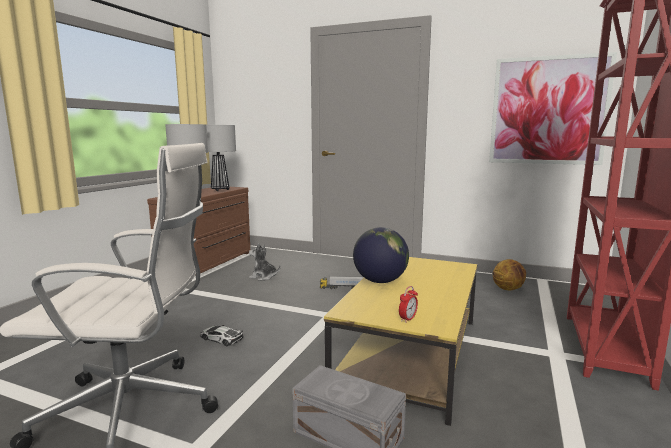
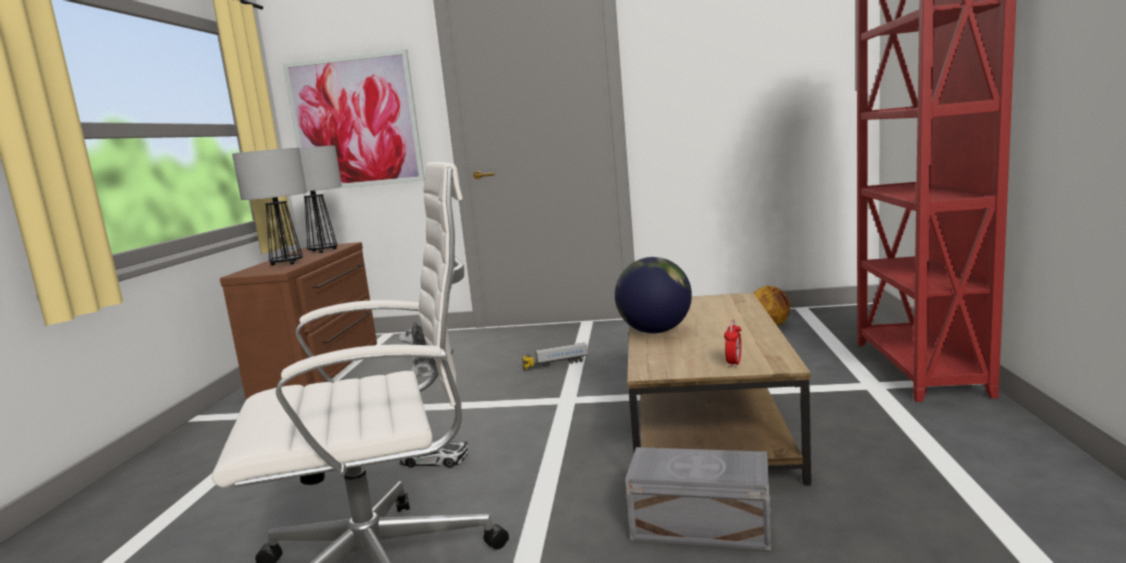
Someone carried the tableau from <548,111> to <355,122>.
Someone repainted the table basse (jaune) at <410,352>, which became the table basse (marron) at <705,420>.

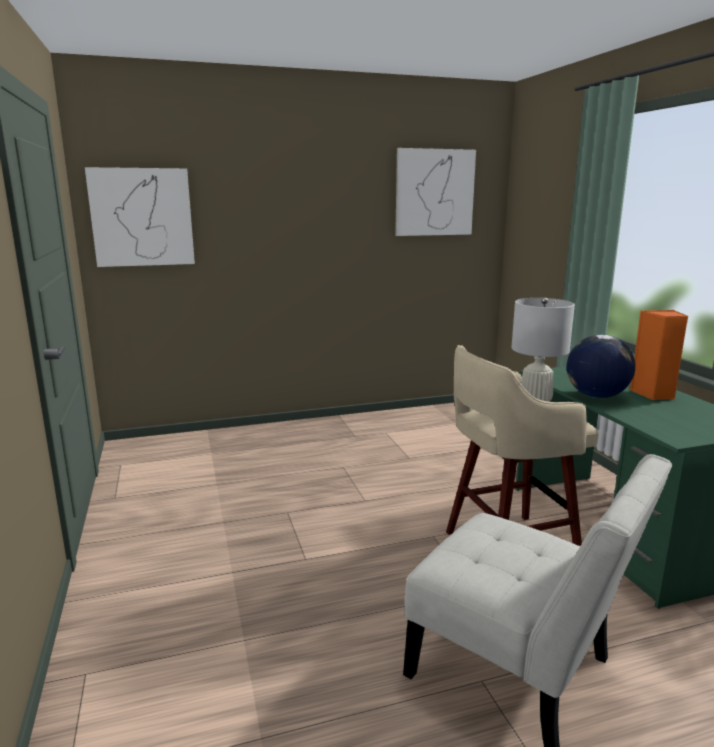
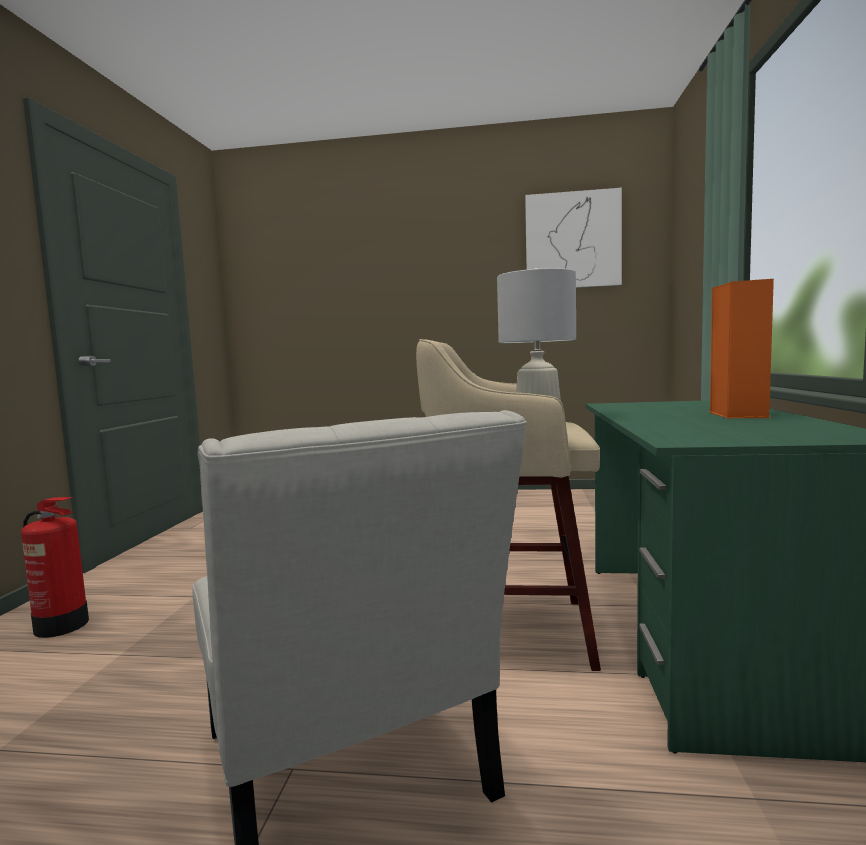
Someone put down the extincteur at <62,626>.
Someone took away the tableau at <142,217>.
Someone took away the globe at <596,396>.

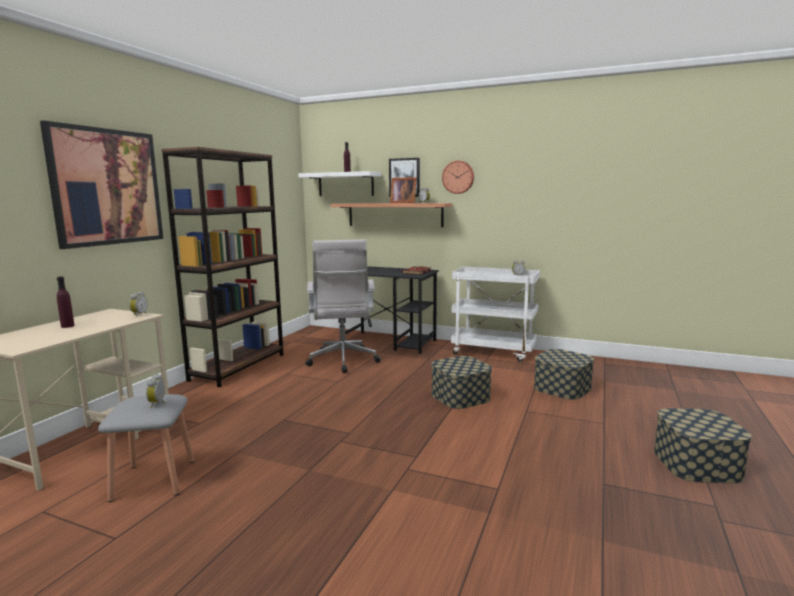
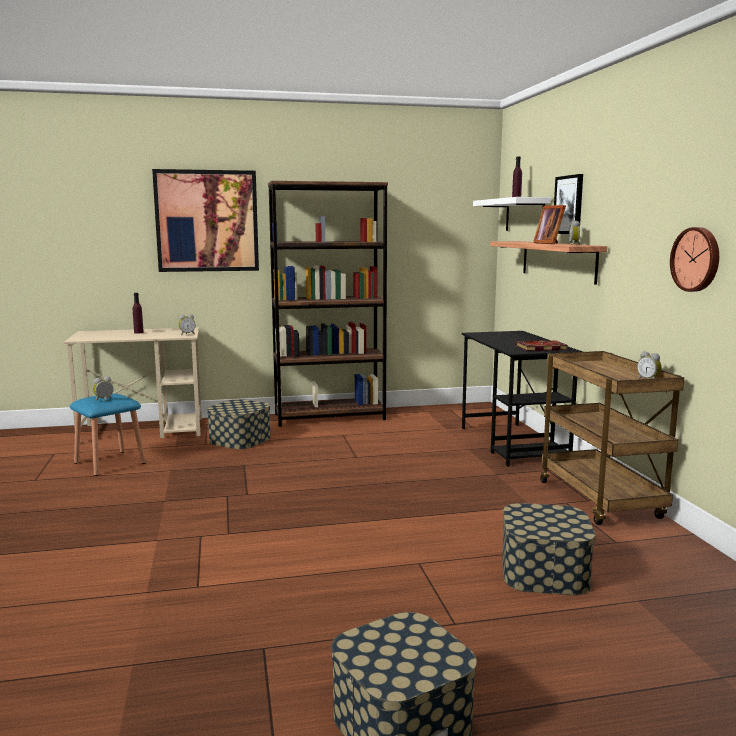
Someone repainted the tabouret (gris) at <154,480>, which became the tabouret (bleu) at <110,463>.
Someone carried the boîte de rangement from <460,396> to <240,439>.
Someone repainted the chariot (blanc) at <494,352>, which became the chariot (marron) at <601,501>.
Someone carried the horloge murale from <458,177> to <697,259>.
Someone took away the chaise de bureau (blanc) at <343,362>.

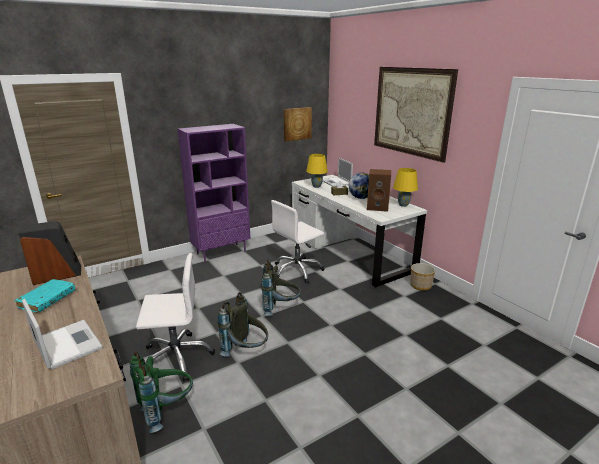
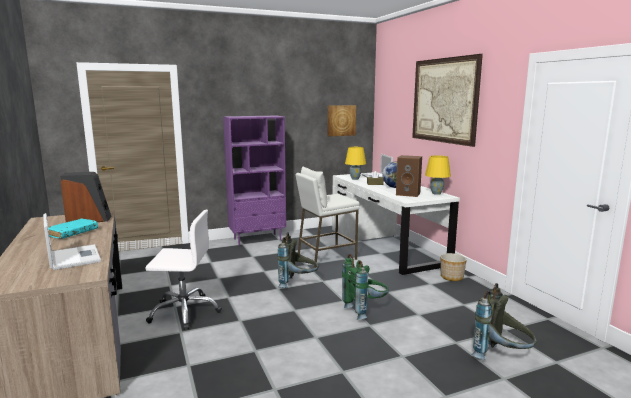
Someone swapped the chaise de bureau (blanc) at <297,270> for the tabouret (blanc) at <326,257>.
Someone carried the sac à dos (vert) from <167,410> to <365,310>.
Someone carried the sac à dos (gris) from <246,352> to <502,357>.

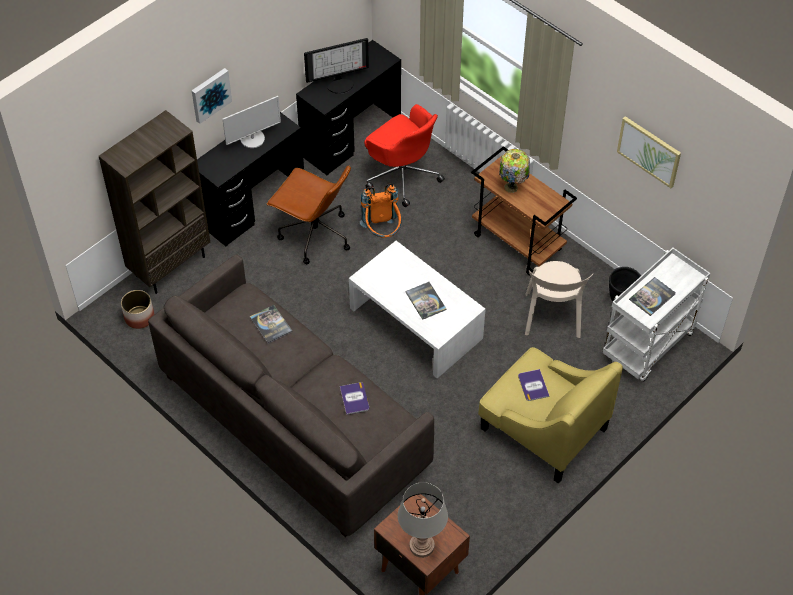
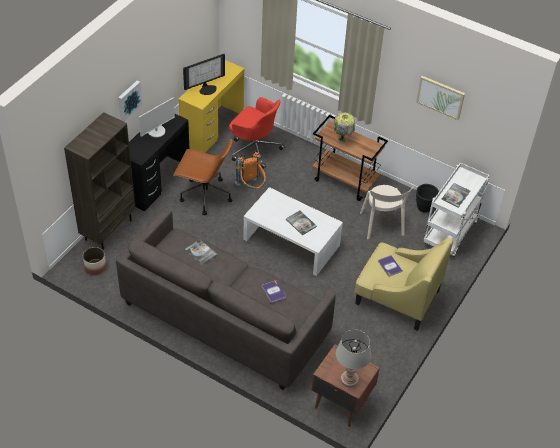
Someone repainted the bureau (noir) at <351,138>, which became the bureau (jaune) at <212,129>.

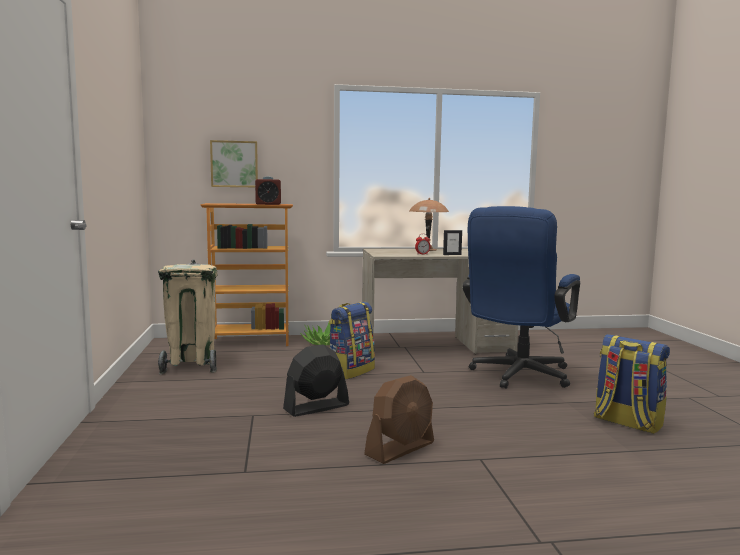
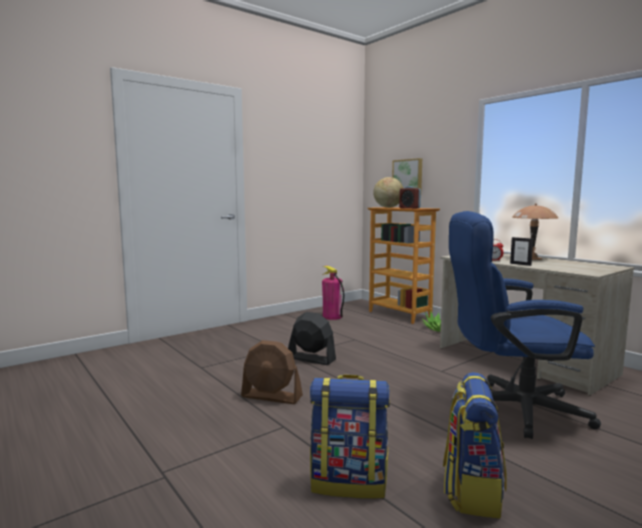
Someone carried the sac à dos from <350,371> to <349,482>.
Someone swapped the poubelle (beige) at <191,365> for the extincteur at <332,317>.
Someone put down the globe at <388,207>.

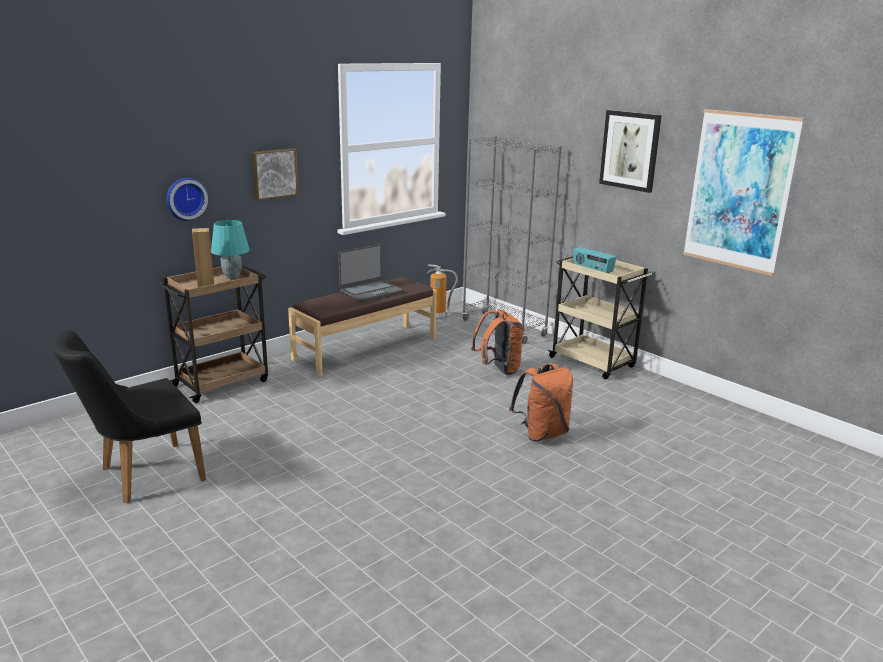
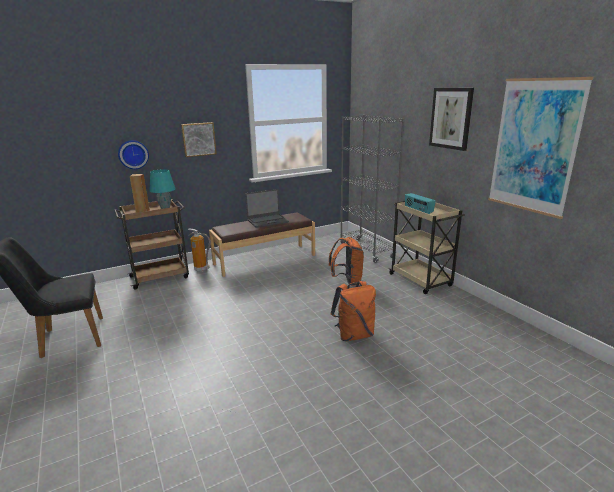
Someone carried the extincteur from <438,316> to <201,269>.

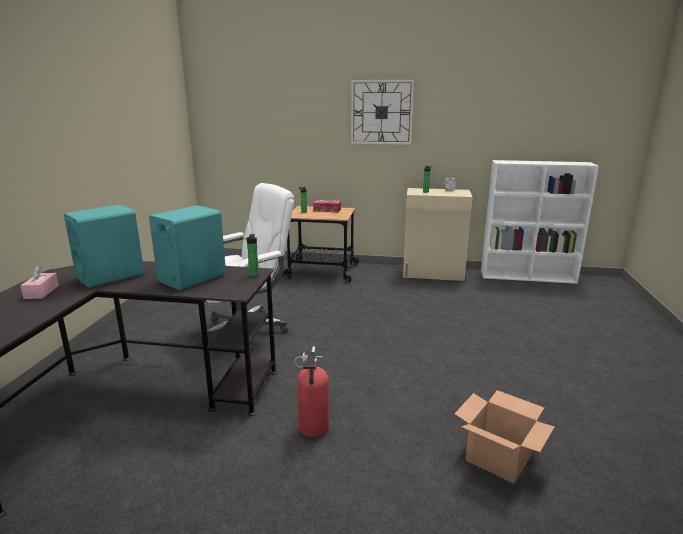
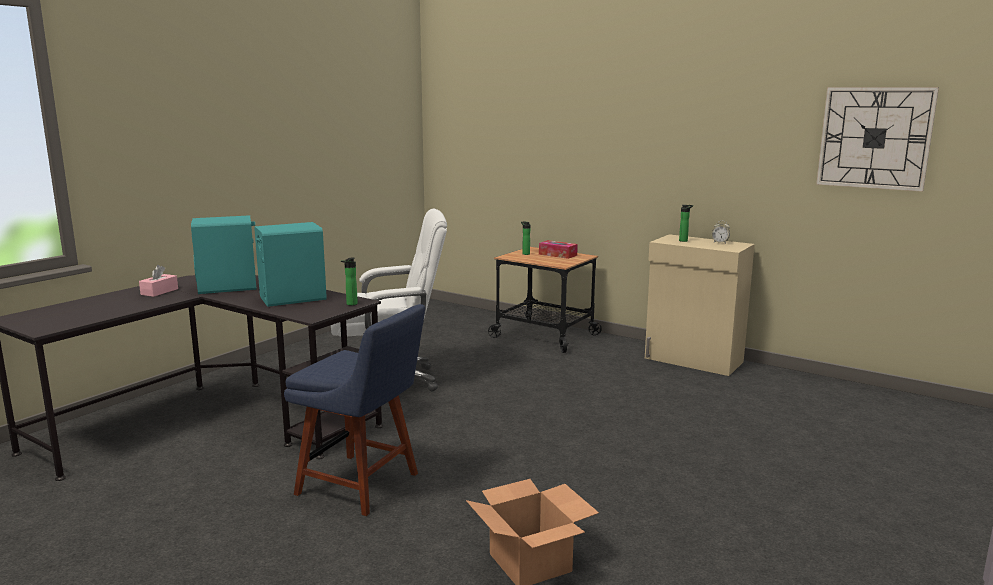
Someone swapped the extincteur at <313,429> for the chaise (bleu) at <363,485>.
Someone carried the horloge murale from <381,112> to <874,138>.
Someone took away the bibliothèque (blanc) at <528,276>.

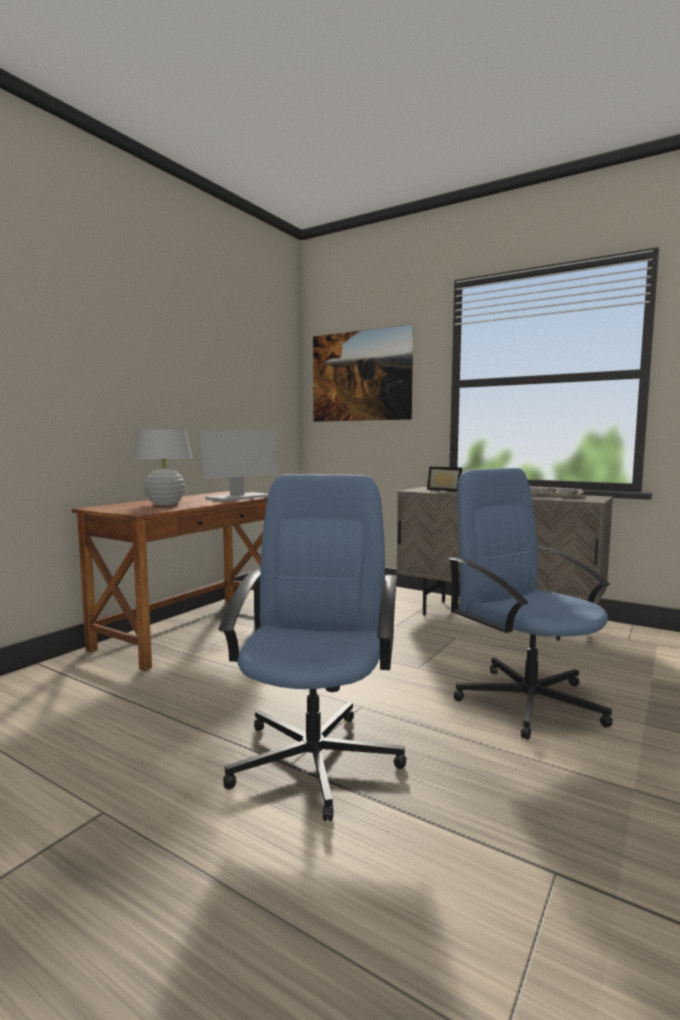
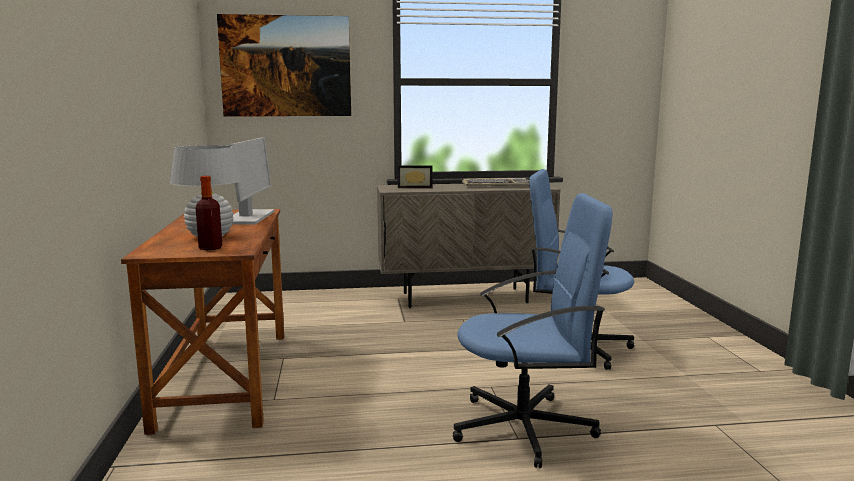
Someone put down the bouteille at <210,248>.
Someone rotated the chaise de bureau (bleu) at <315,759> by 120 degrees clockwise.

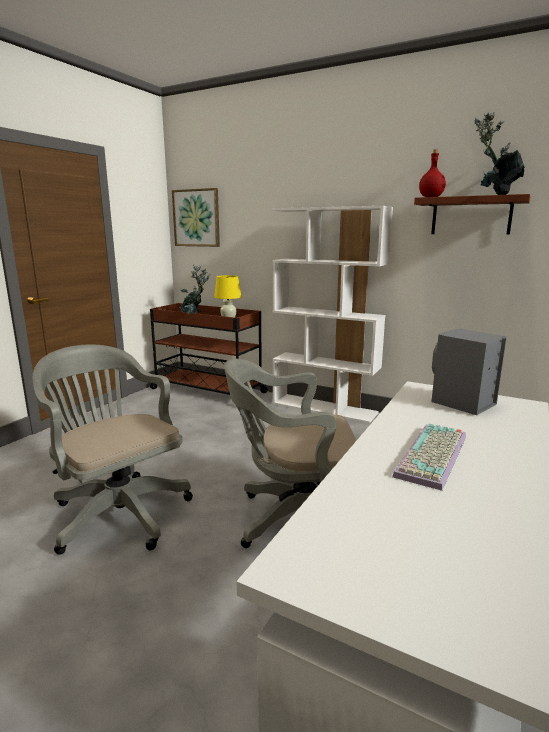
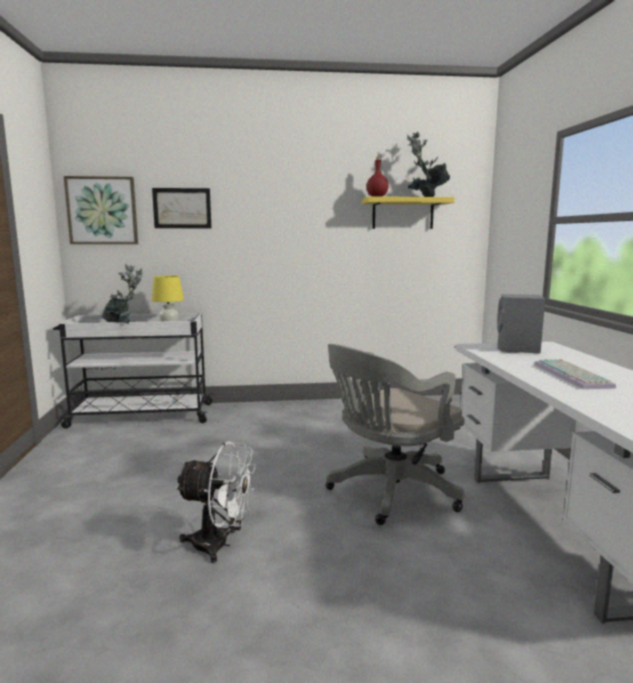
Someone repainted the chariot (marron) at <206,390>, which became the chariot (blanc) at <140,416>.
Someone put up the tableau at <182,208>.
Someone swapped the chaise de bureau (gris) at <118,511> for the ventilateur (blanc) at <219,545>.
Someone repainted the étagère (marron) at <471,216>, which became the étagère (jaune) at <403,213>.
Someone took away the bibliothèque (blanc) at <325,408>.

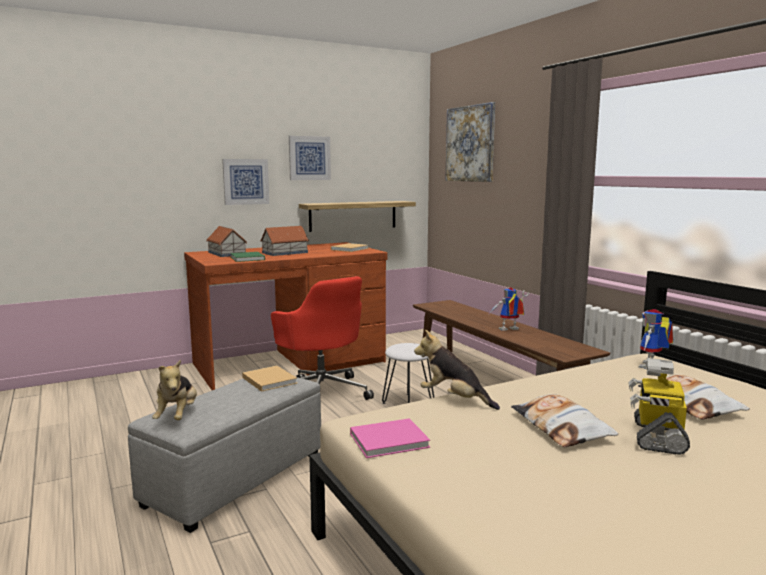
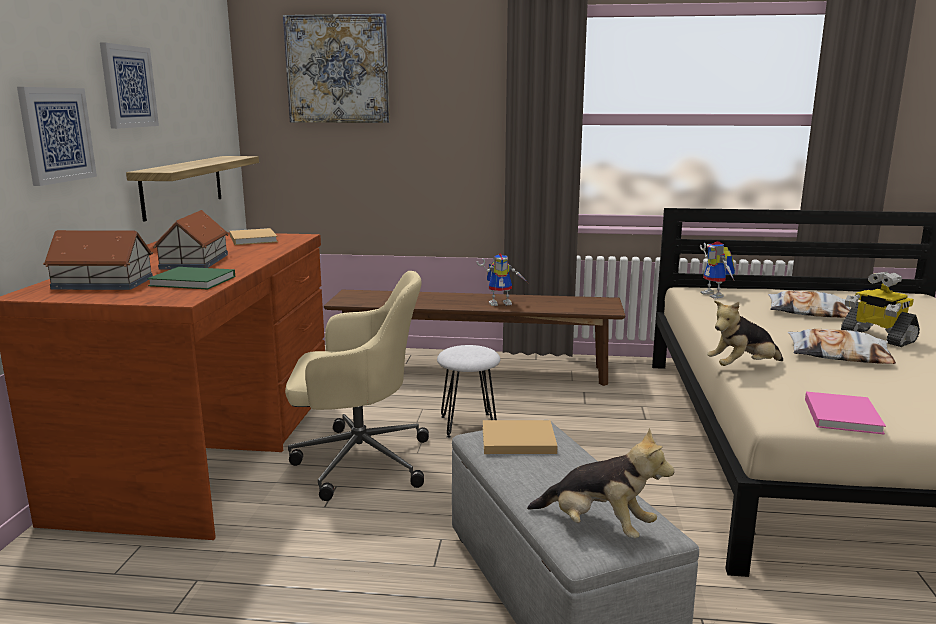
Someone repainted the chaise de bureau (rouge) at <321,393>, which became the chaise de bureau (beige) at <358,461>.
Someone rotated the robot jouet at <508,330> by 120 degrees counterclockwise.

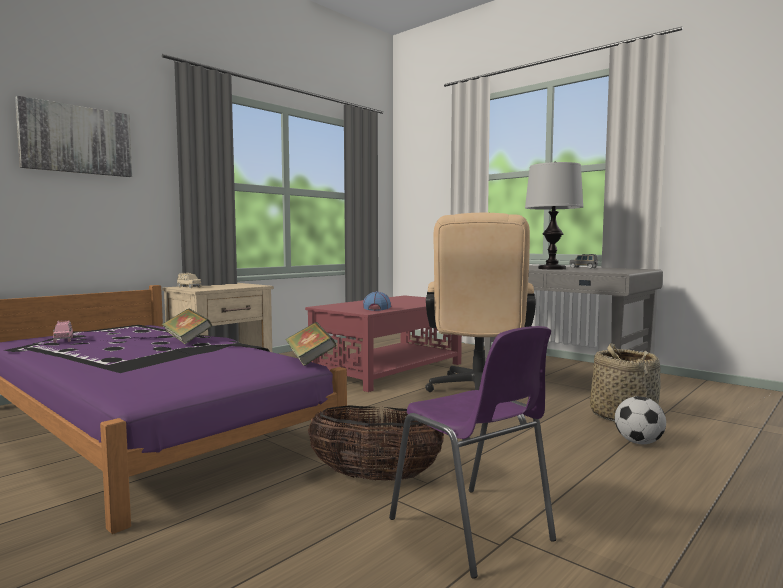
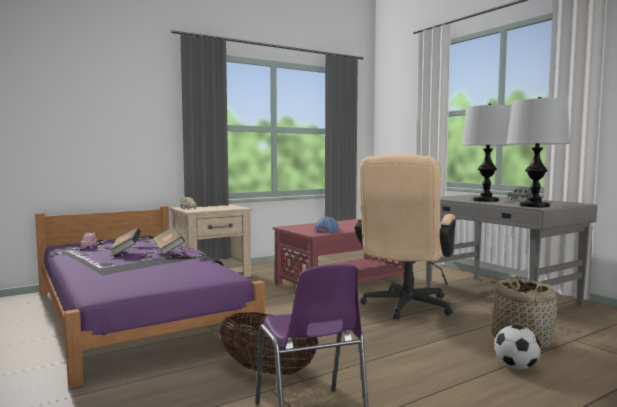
Someone carried the livre from <310,360> to <126,252>.
Someone put down the lampe de table at <534,206>.
Someone took away the tableau at <76,139>.

